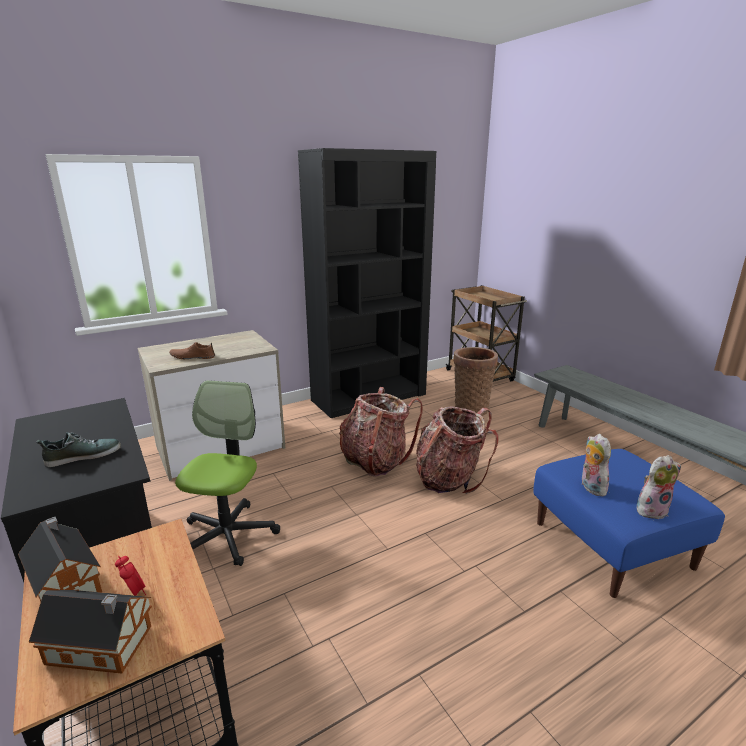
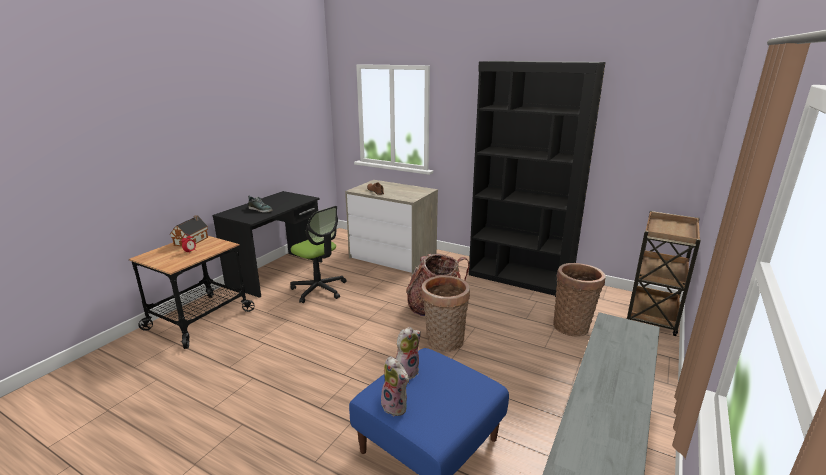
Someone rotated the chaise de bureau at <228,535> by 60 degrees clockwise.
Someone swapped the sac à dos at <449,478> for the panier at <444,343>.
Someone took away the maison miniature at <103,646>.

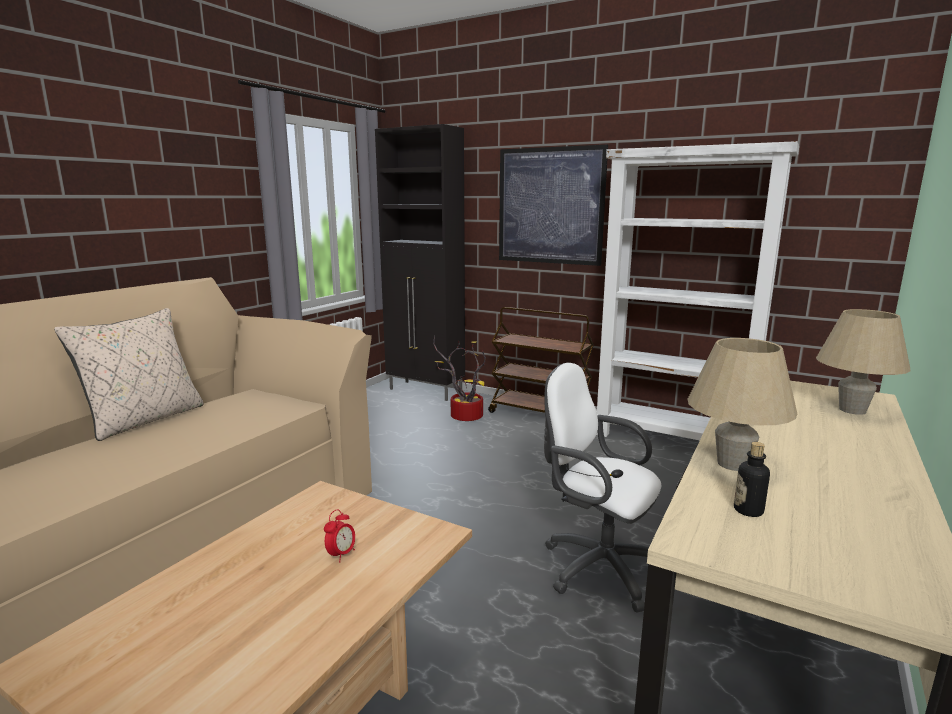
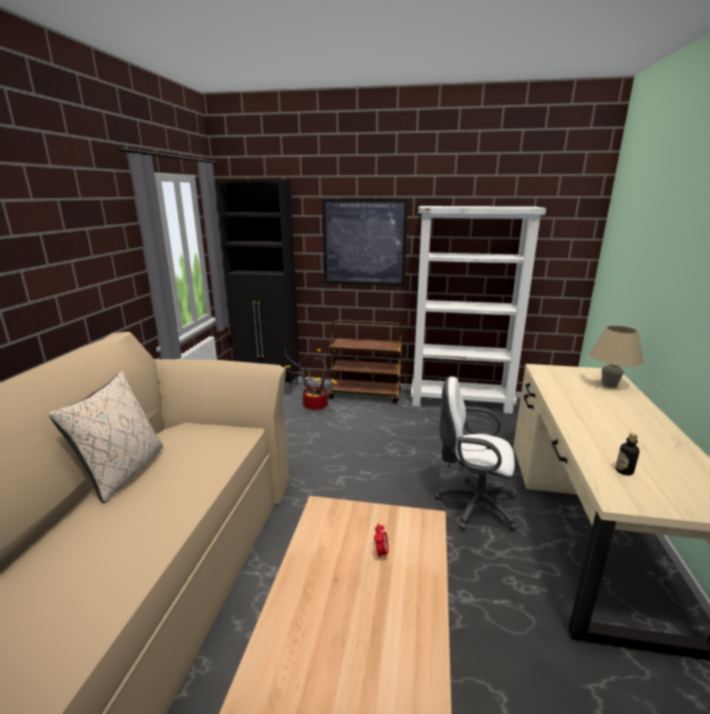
Someone took away the lampe de table (beige) at <732,464>.

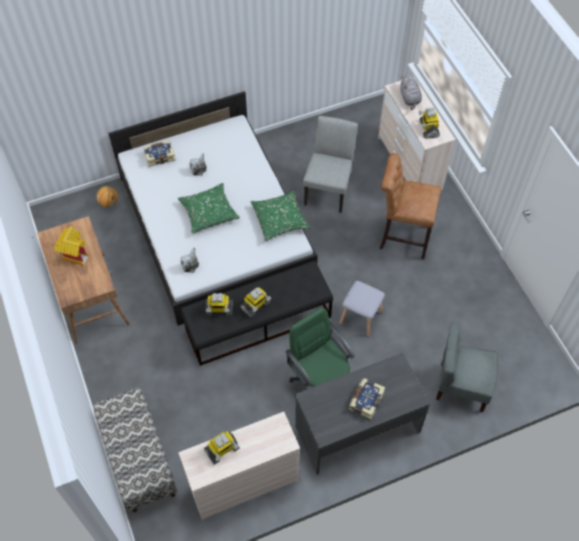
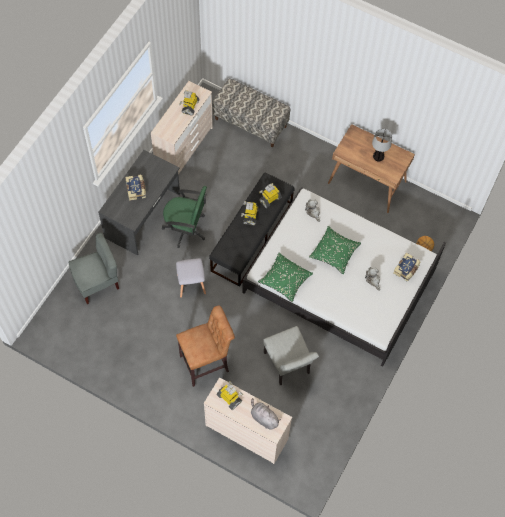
Someone swapped the maison miniature at <74,254> for the lampe de table at <378,156>.

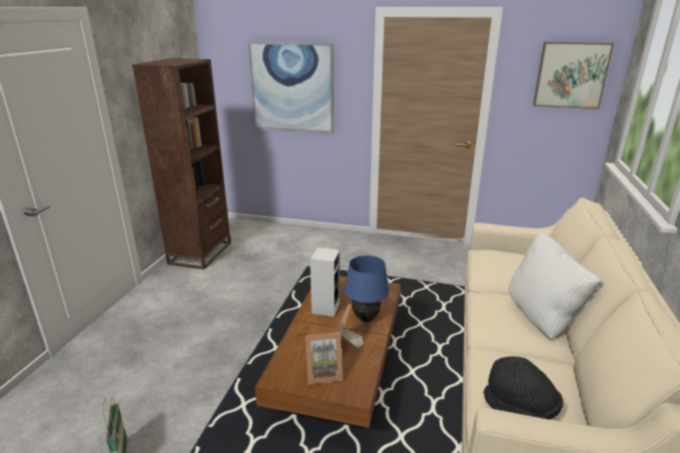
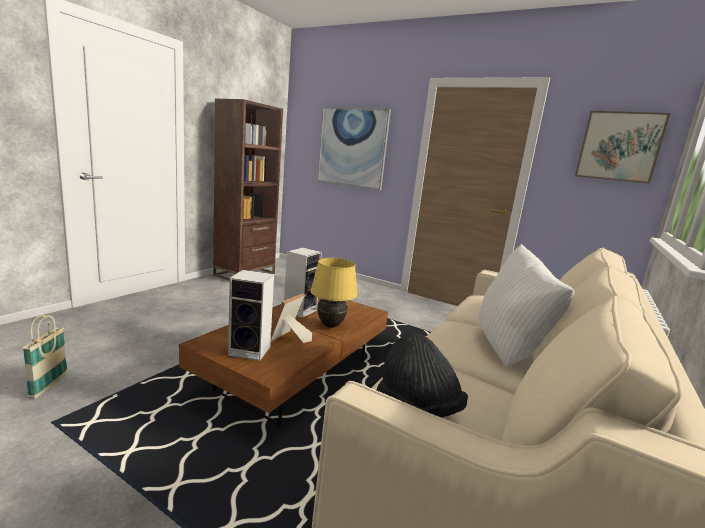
Someone swapped the cadre photo at <323,373> for the enceinte at <251,351>.
Someone repainted the lampe de table (bleu) at <366,318>, which became the lampe de table (jaune) at <331,325>.

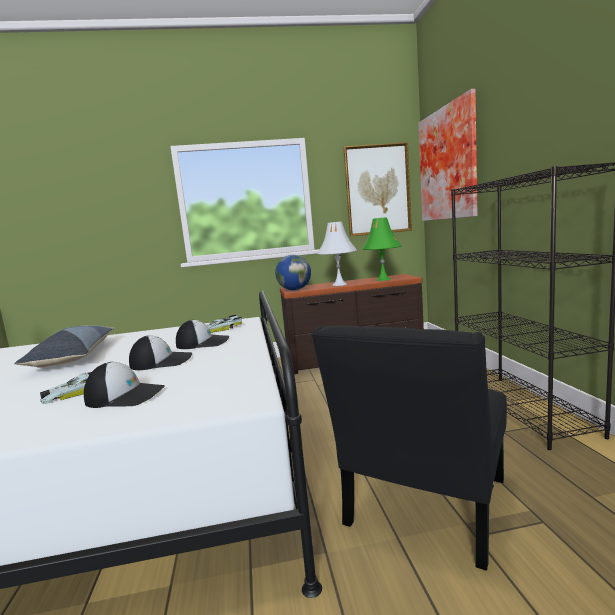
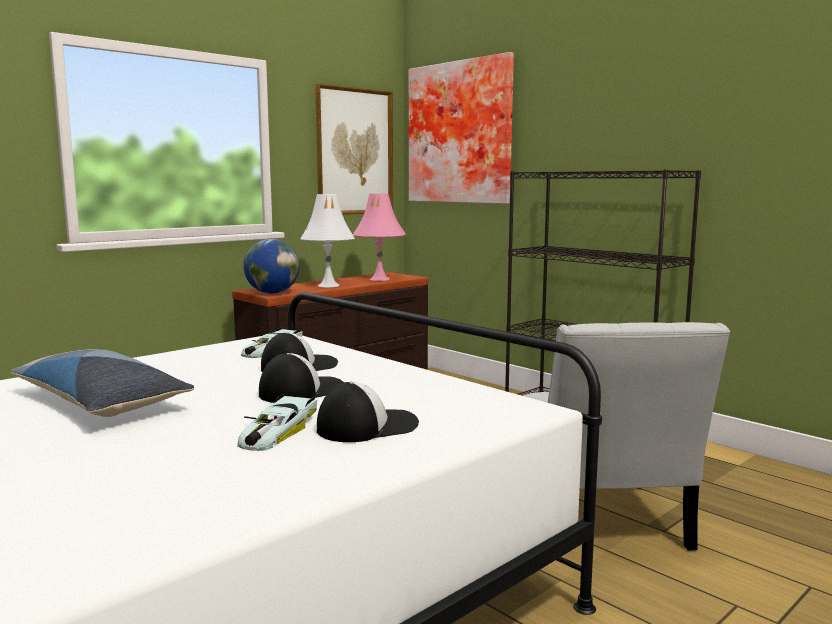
Someone repainted the lampe de table (vert) at <383,279>, which became the lampe de table (rose) at <379,279>.
Someone repainted the chaise (noir) at <423,508>, which became the chaise (blanc) at <601,523>.

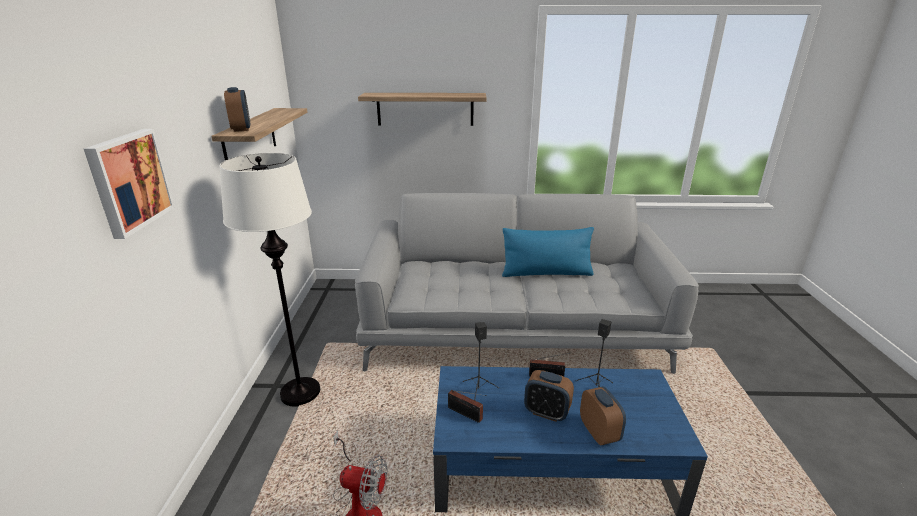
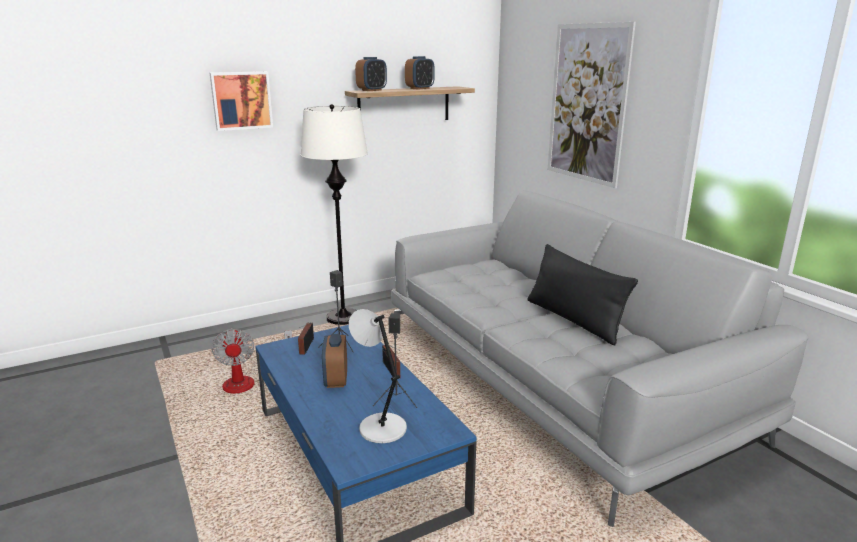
Someone put down the lampe de table (gris) at <380,427>.
Someone carried the réveil from <599,433> to <420,88>.
Someone repainted the coussin (bleu) at <546,273>, which became the coussin (noir) at <573,319>.
Someone swapped the étagère at <425,109> for the tableau at <587,104>.

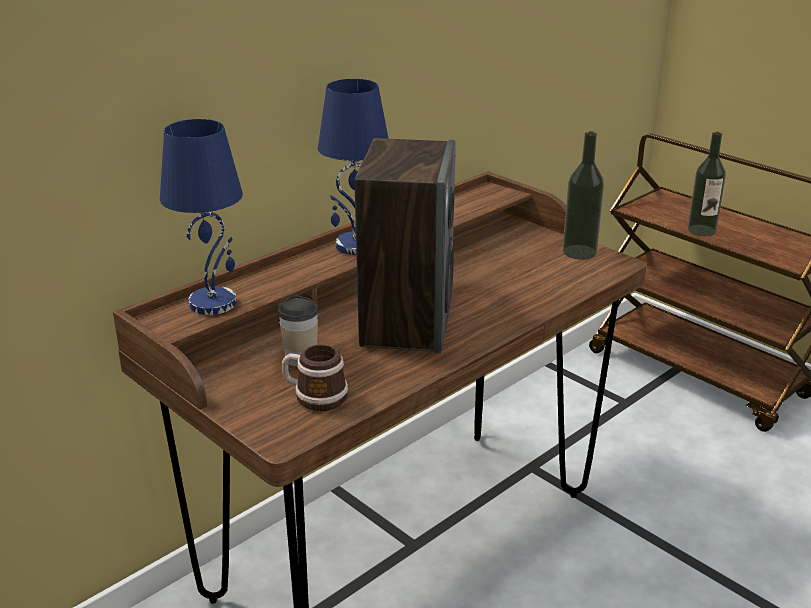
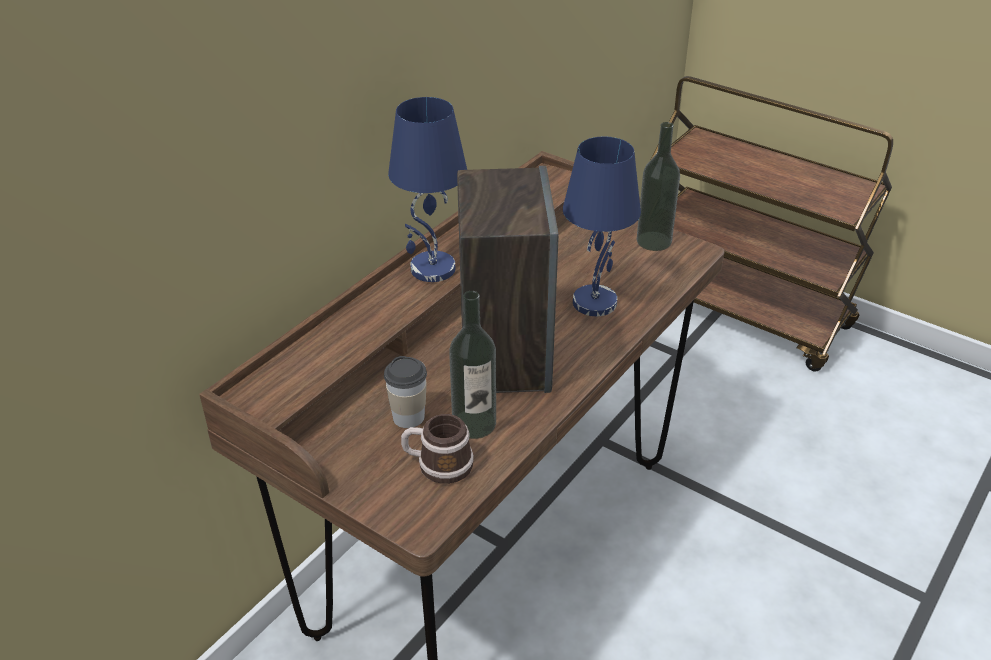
Someone carried the bouteille from <701,230> to <474,423>.
Someone carried the lampe de table (bleu) from <213,302> to <594,301>.

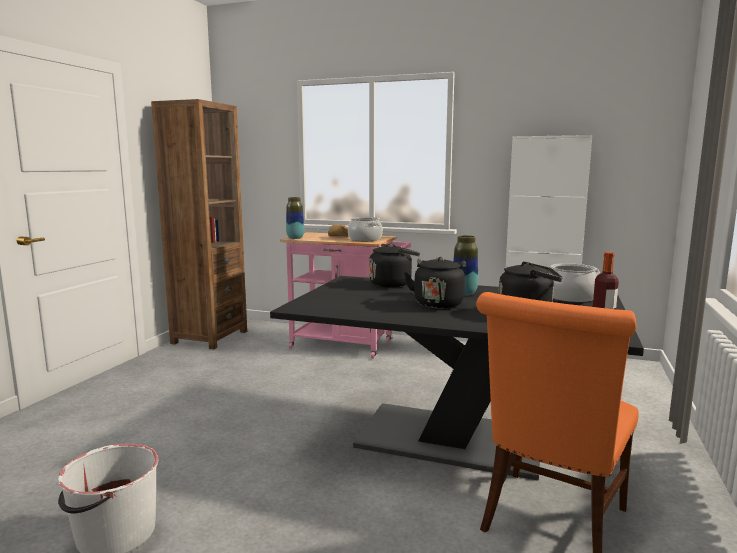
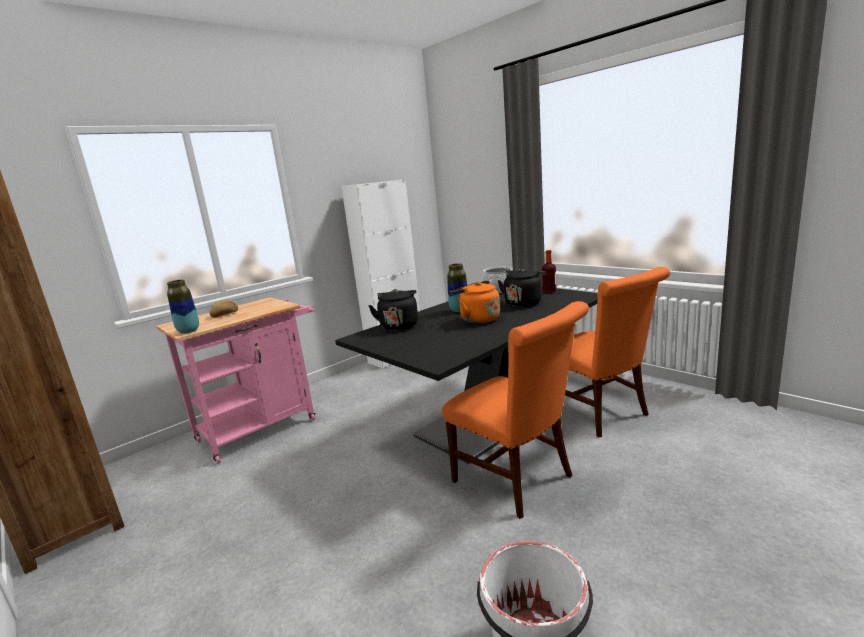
Someone put down the chaise (orange) at <518,480>.
Someone repainted the bouilloire (noir) at <438,303>, which became the bouilloire (orange) at <477,319>.
Someone took away the marmite at <364,239>.

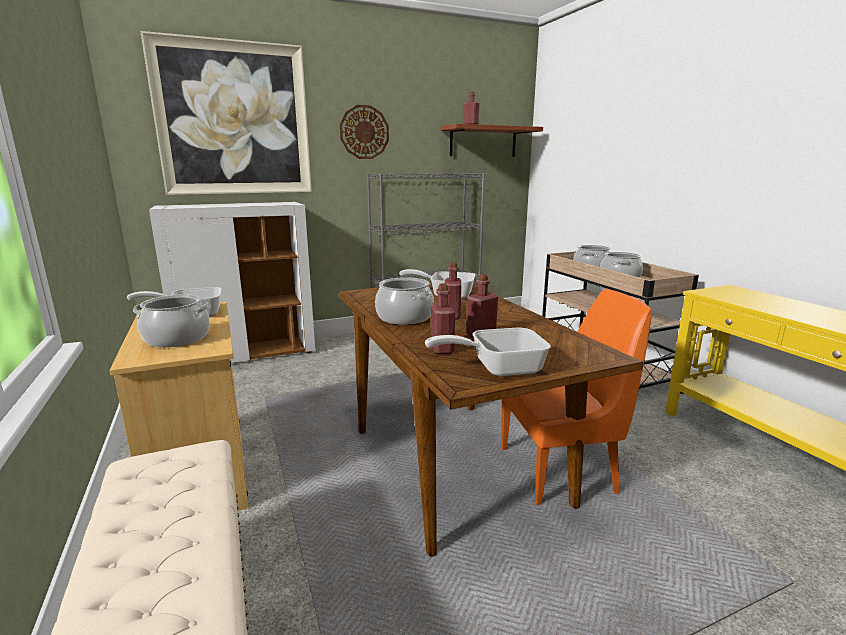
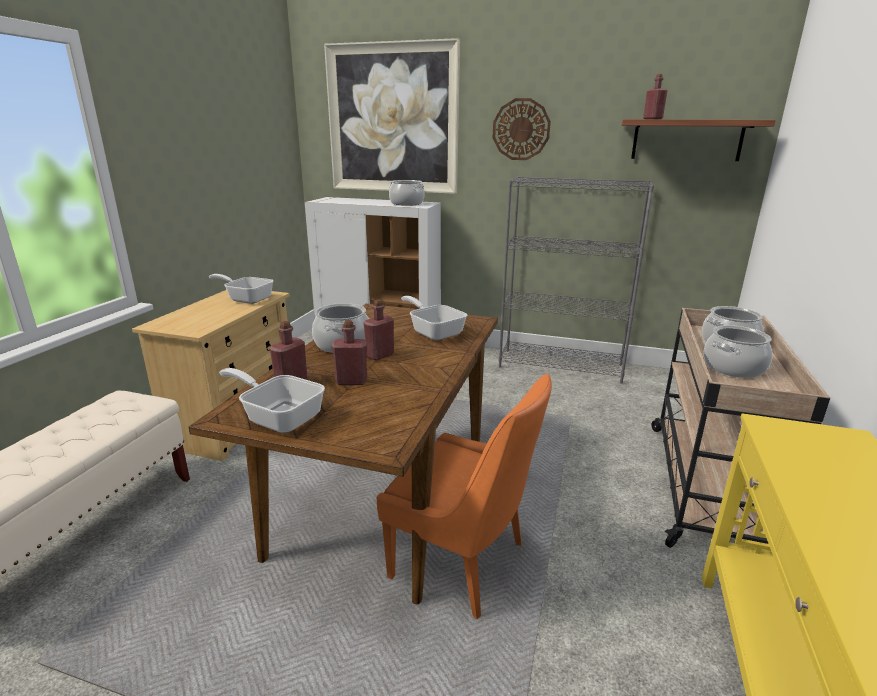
Someone carried the marmite from <177,339> to <406,203>.

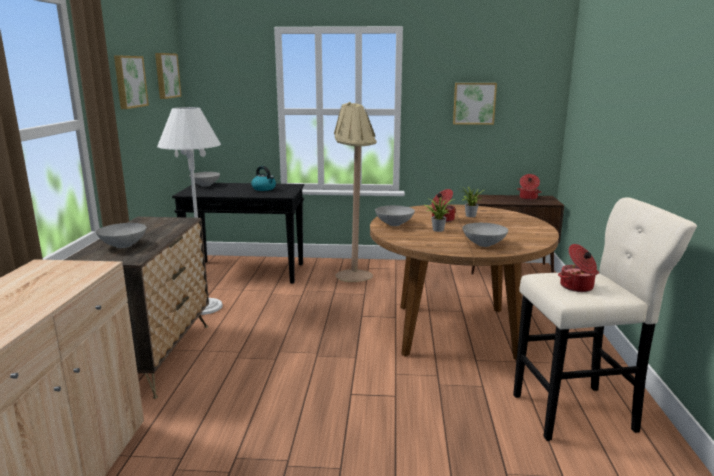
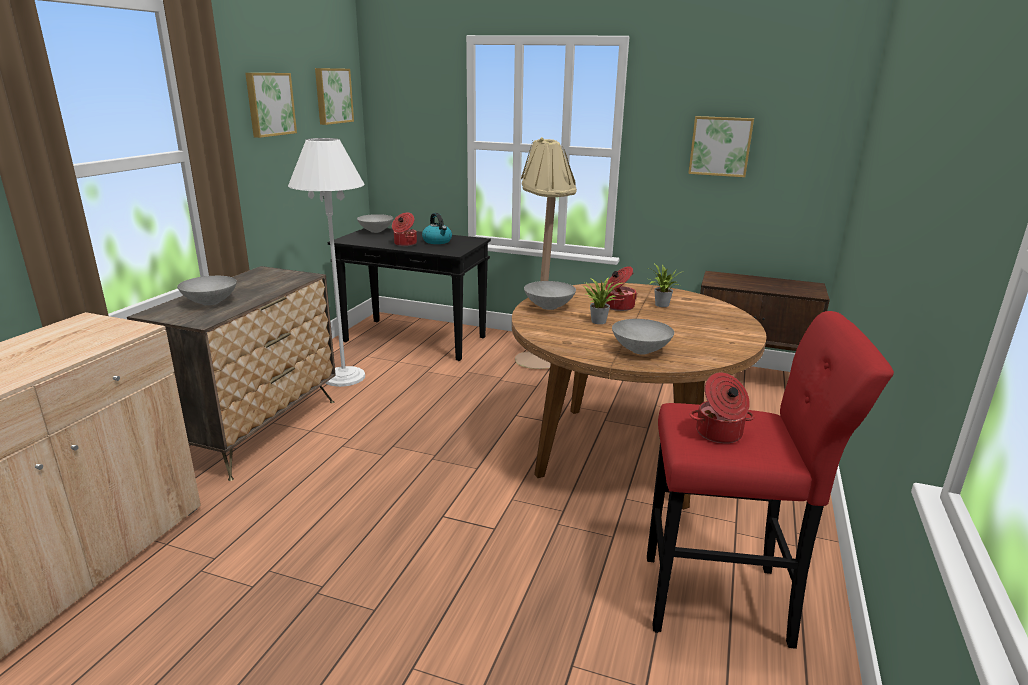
Someone carried the marmite from <528,198> to <404,244>.
Someone repainted the tabouret (beige) at <579,412>, which became the tabouret (rouge) at <724,600>.

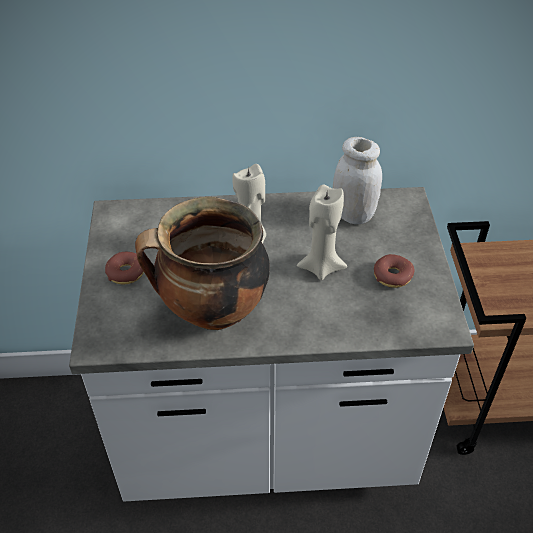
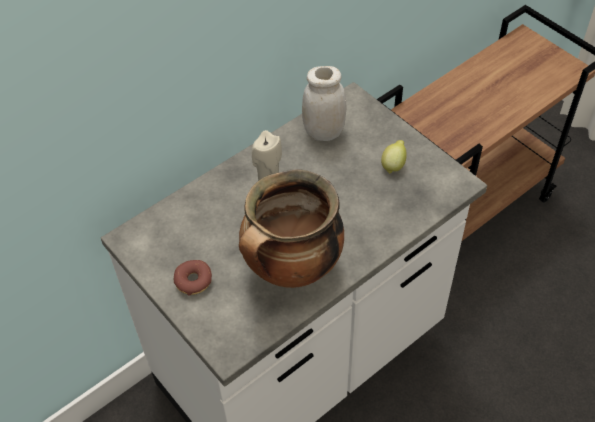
Someone swapped the beignet at <392,276> for the citron at <393,165>.
Someone took away the bougie (beige) at <321,267>.

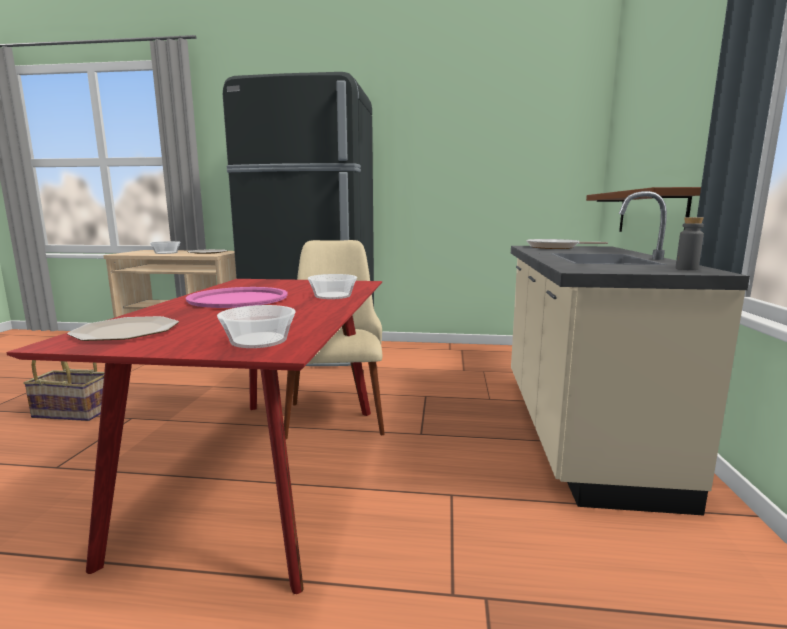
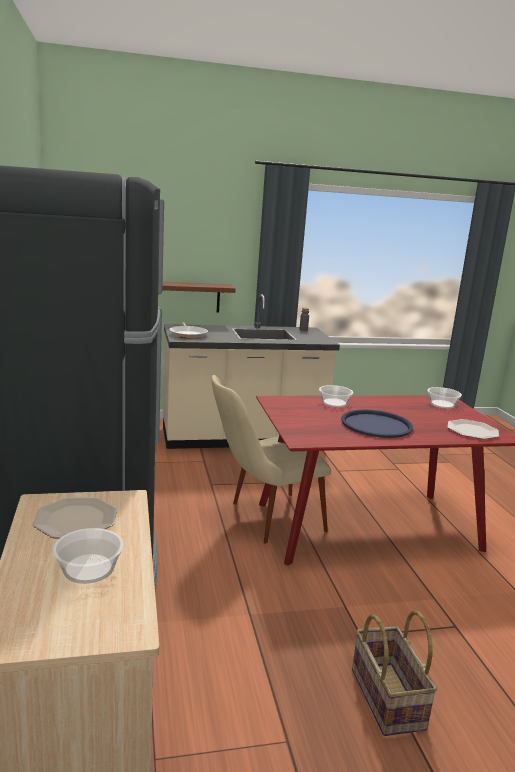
Someone repainted the plateau (rose) at <238,299>, which became the plateau (bleu) at <376,425>.

